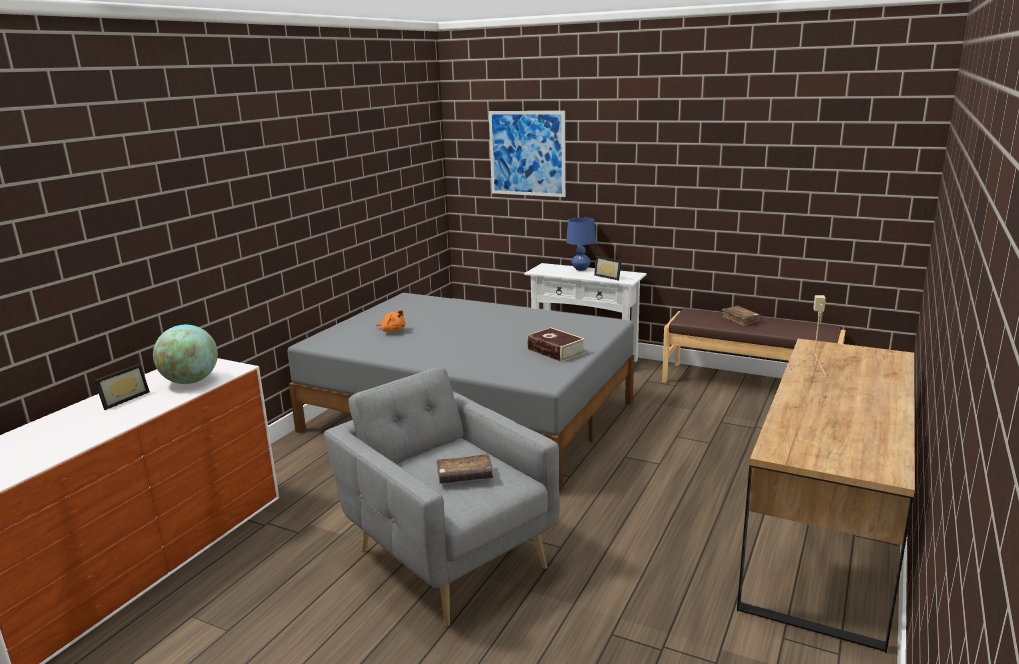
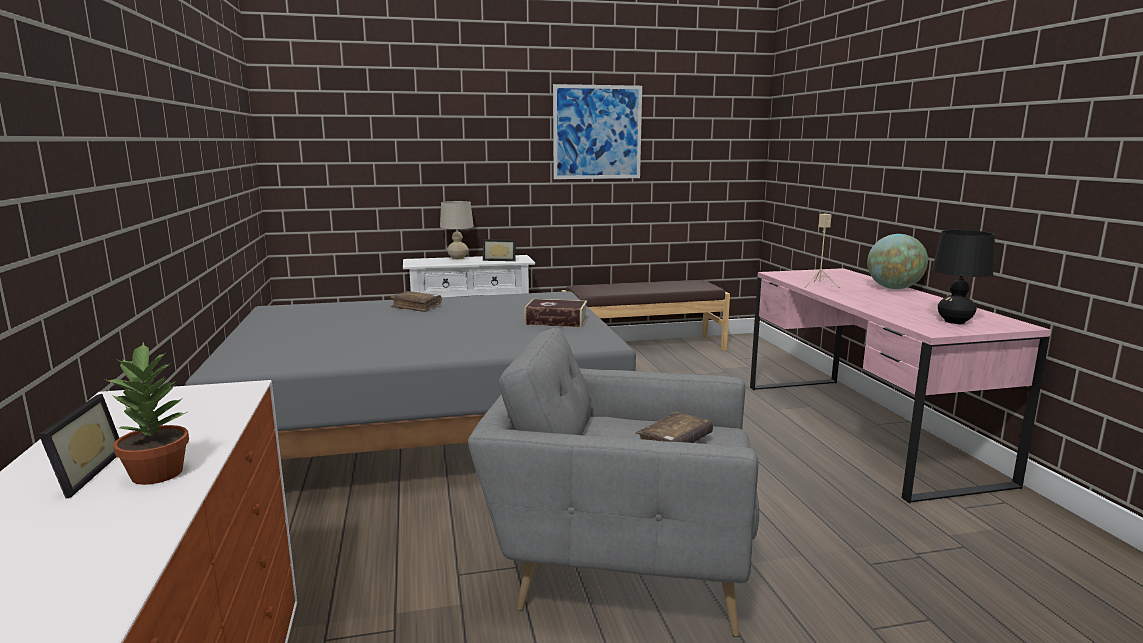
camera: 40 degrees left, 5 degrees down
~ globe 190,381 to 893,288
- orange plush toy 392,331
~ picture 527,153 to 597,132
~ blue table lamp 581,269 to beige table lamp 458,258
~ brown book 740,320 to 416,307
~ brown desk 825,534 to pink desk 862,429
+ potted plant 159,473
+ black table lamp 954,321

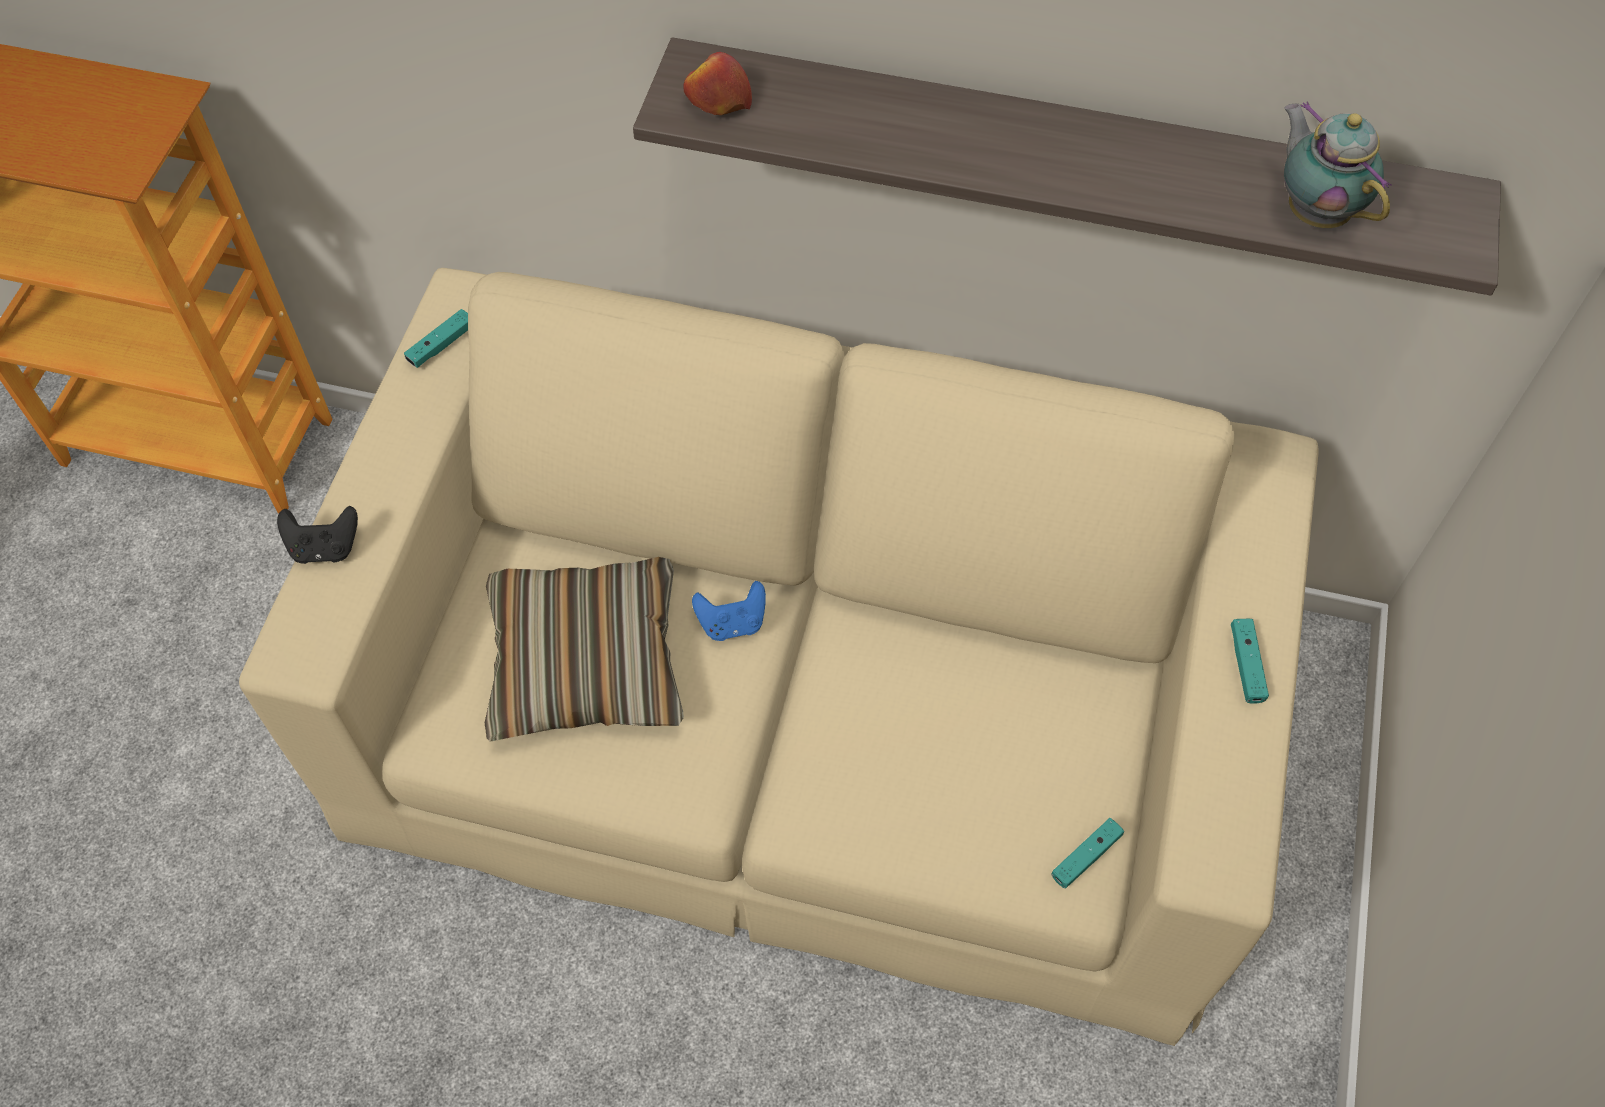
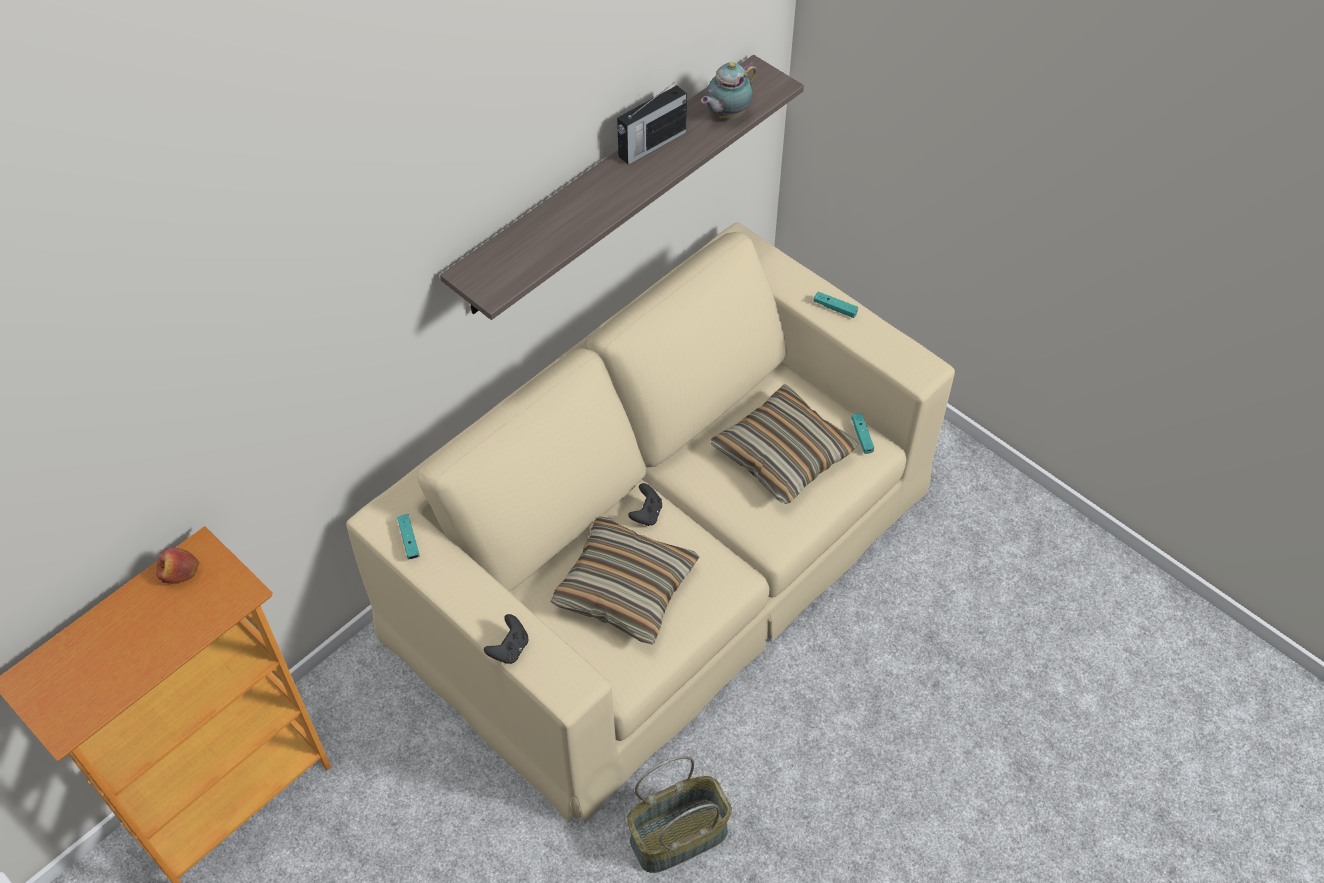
camera: 60 degrees left, 5 degrees down
~ apple 717,100 to 179,572
~ blue game controller 732,623 to black game controller 646,514
~ teapot 1314,211 = 727,115 45 degrees counterclockwise
+ radio 651,144
+ basket 678,834
+ pillow 783,454

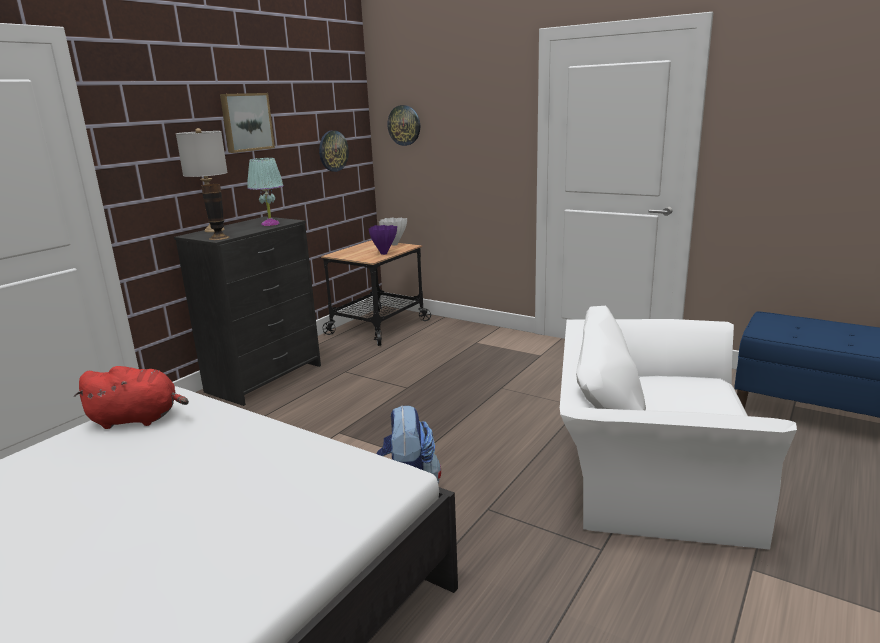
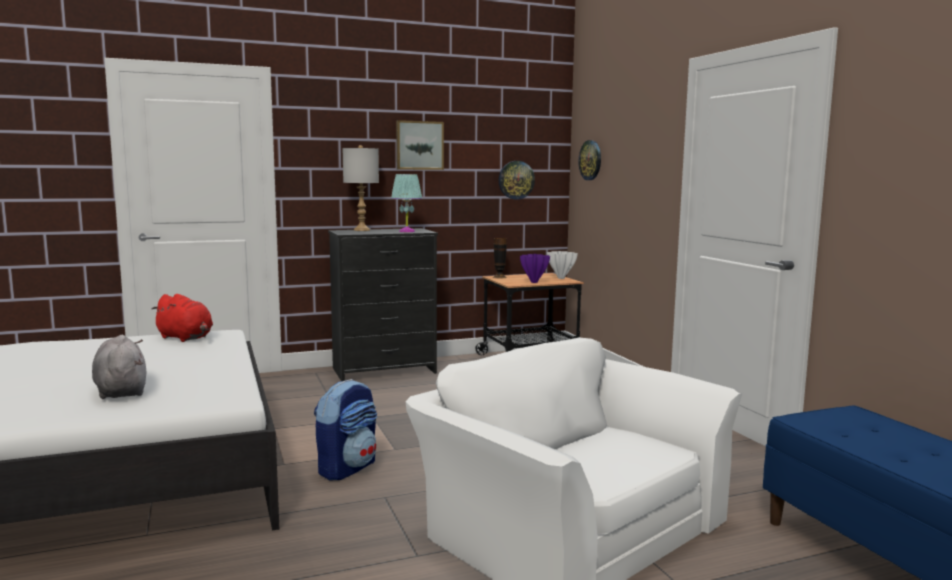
camera: 35 degrees right, 10 degrees down
~ vase 219,237 to 499,277
+ grey plush toy 121,391

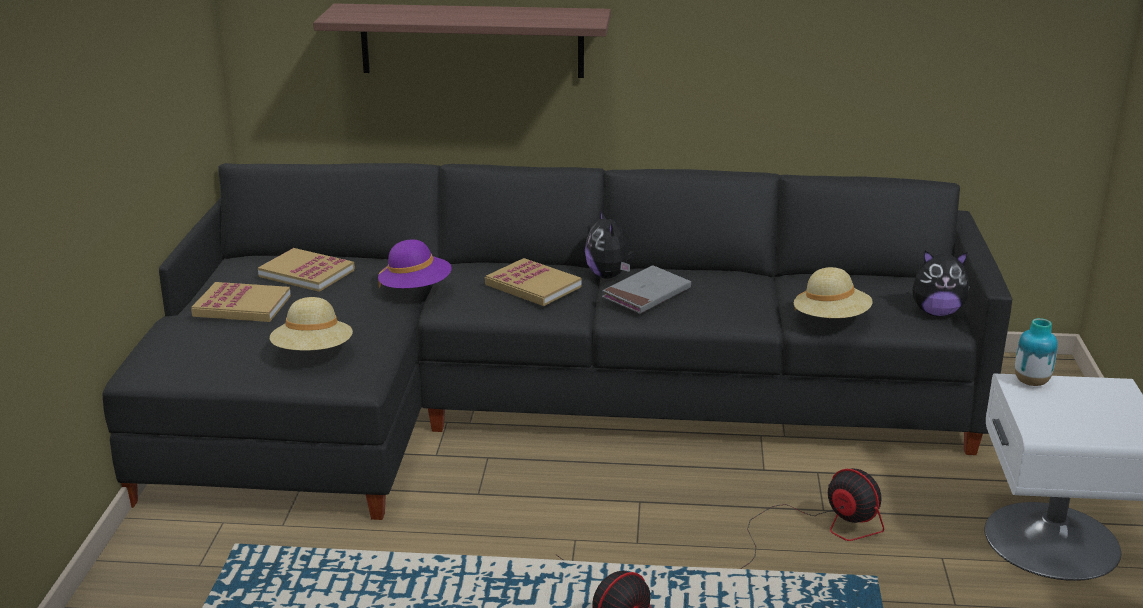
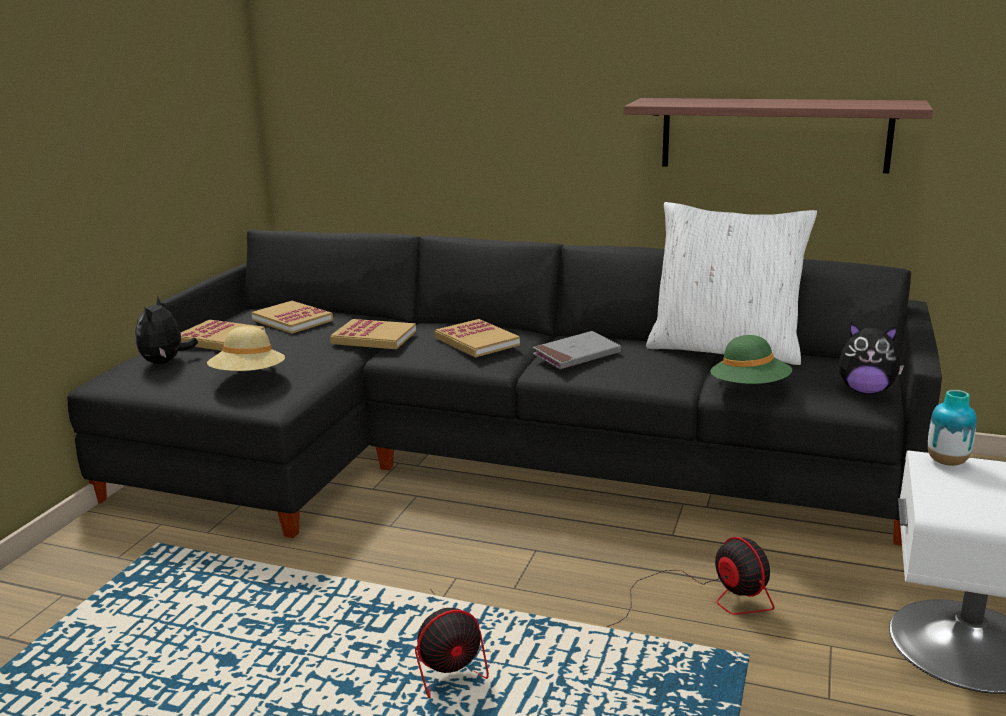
camera: 15 degrees right, 5 degrees down
~ shelf 472,40 to 774,134
~ purple hat 416,289 to book 374,338
~ plush toy 609,275 to 165,362
~ beige hat 831,320 to green hat 749,389
+ white pillow 725,348

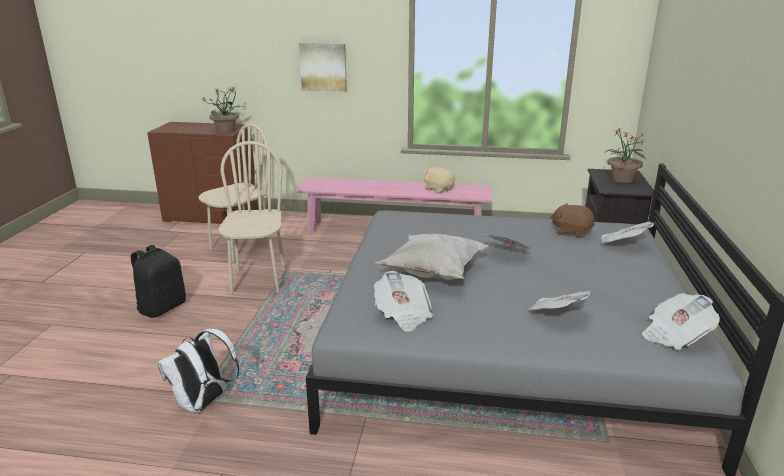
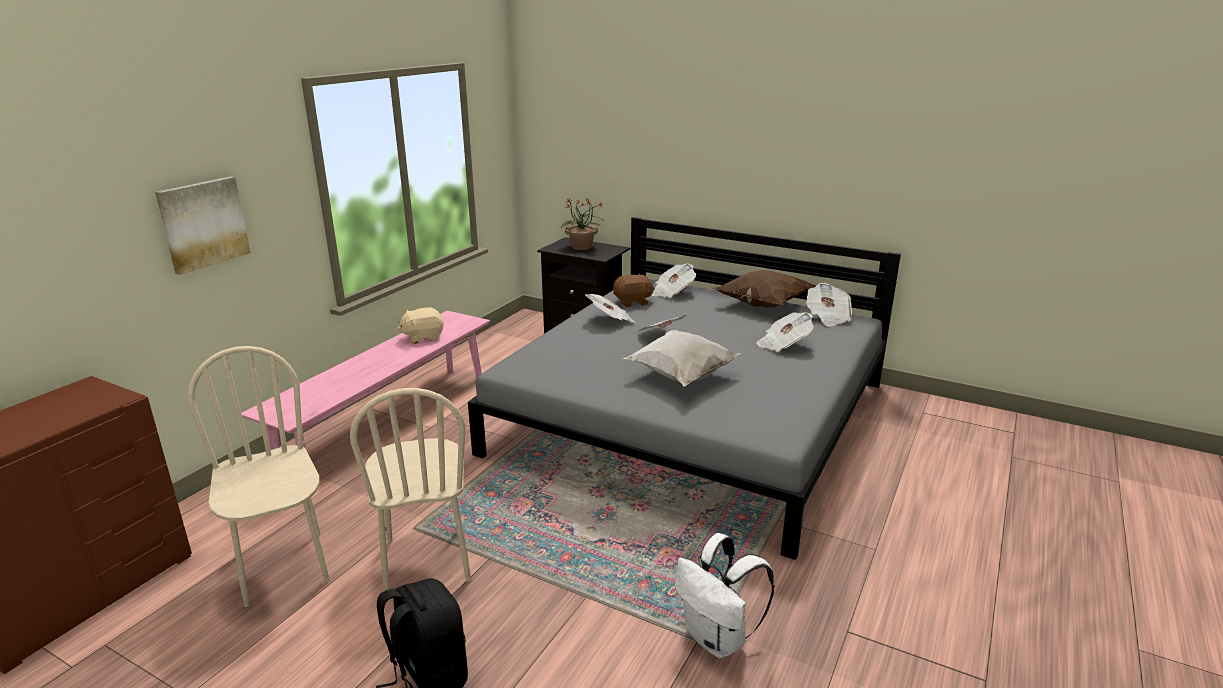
camera: 70 degrees left, 0 degrees up
- potted plant 226,131
~ beige chair 258,281 = 426,560 120 degrees counterclockwise
~ newspaper 403,315 to 611,320
~ brown plush toy 571,232 = 633,302 150 degrees counterclockwise
+ brown pillow 762,305

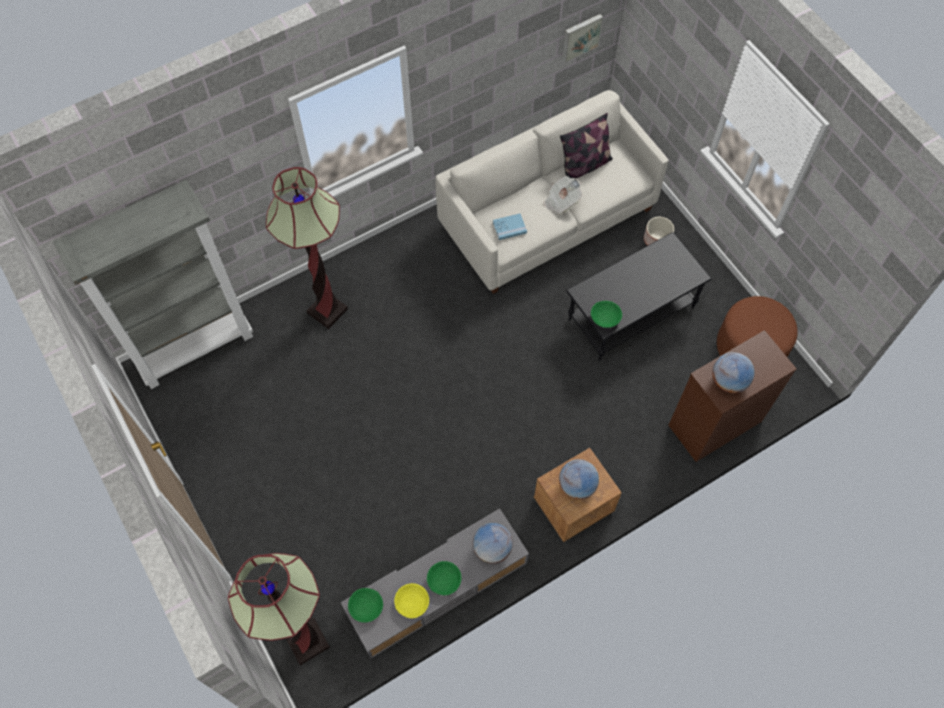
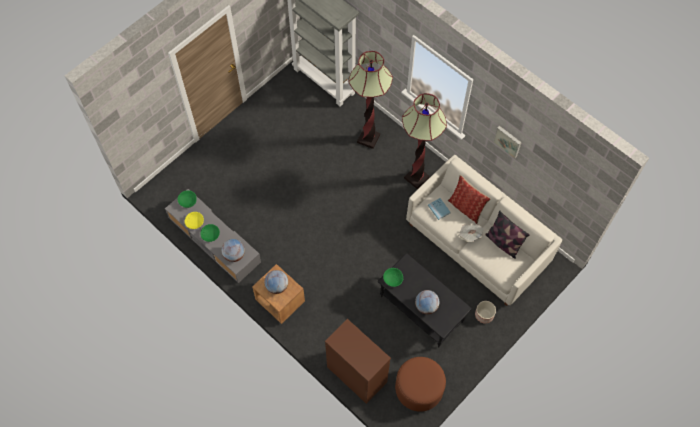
camera: 75 degrees right, 0 degrees up
~ floor lamp 307,641 to 416,178
~ picture 580,37 to 508,141
~ globe 728,381 to 426,306
+ pillow 466,208

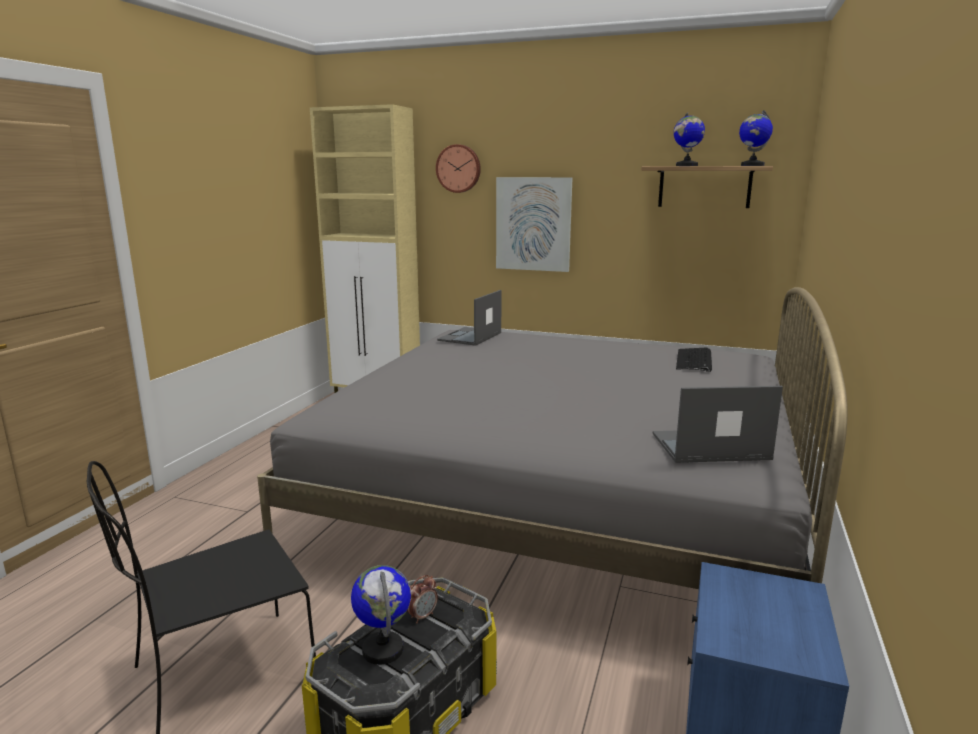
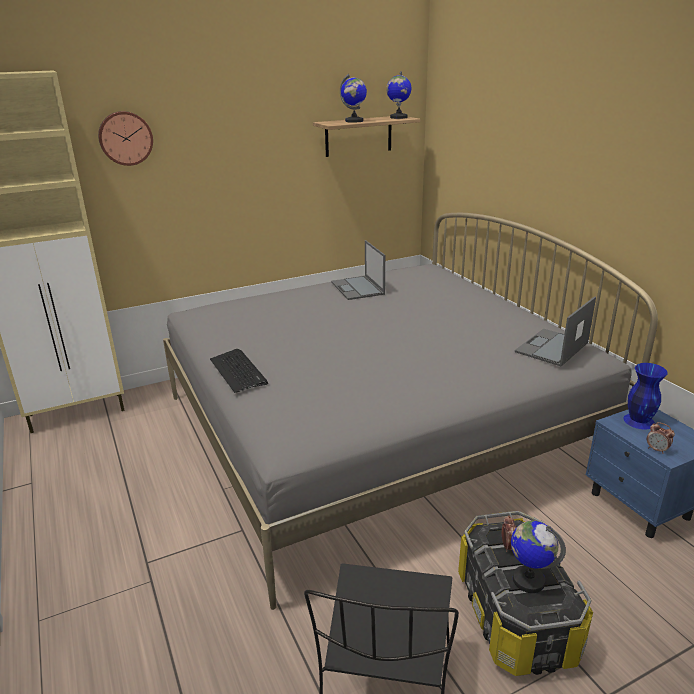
camera: 45 degrees left, 10 degrees up
~ laptop 470,337 to 358,288
- picture 533,224
~ keyboard 694,360 to 238,371
+ blue vase 638,420
+ alarm clock 657,450

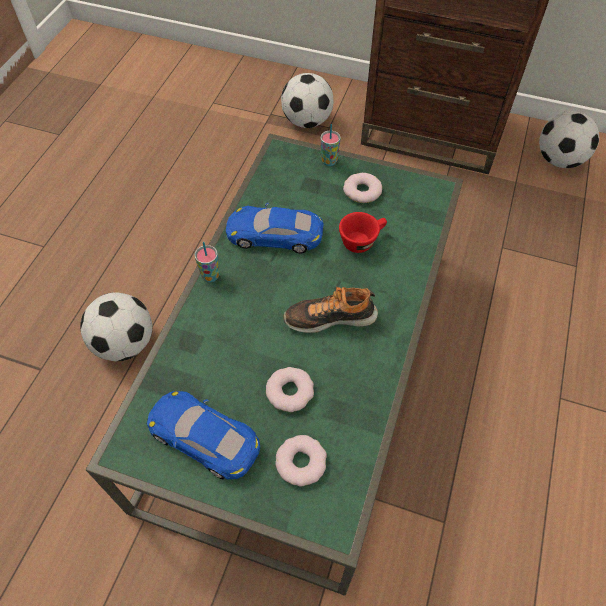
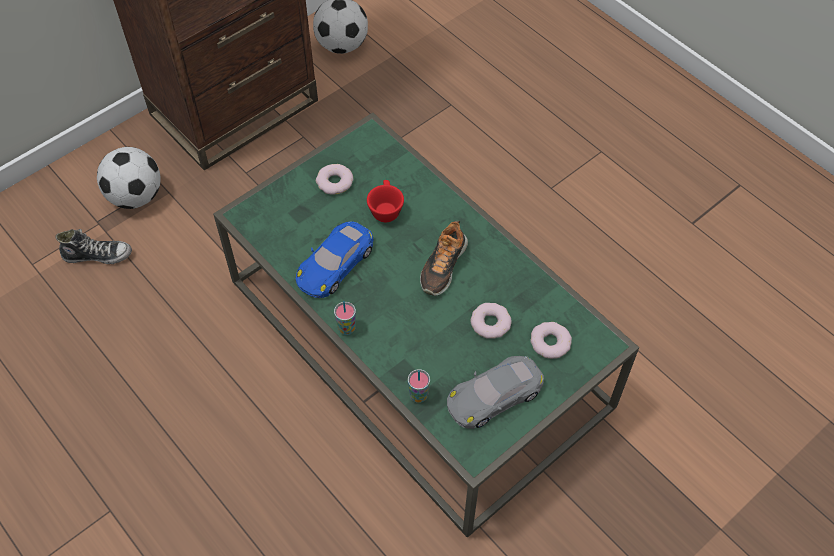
camera: 60 degrees left, 0 degrees up
- football 125,343
~ blue toy car 204,437 to grey toy car 494,395
~ cup 329,161 to 418,396
+ shoe 98,255

